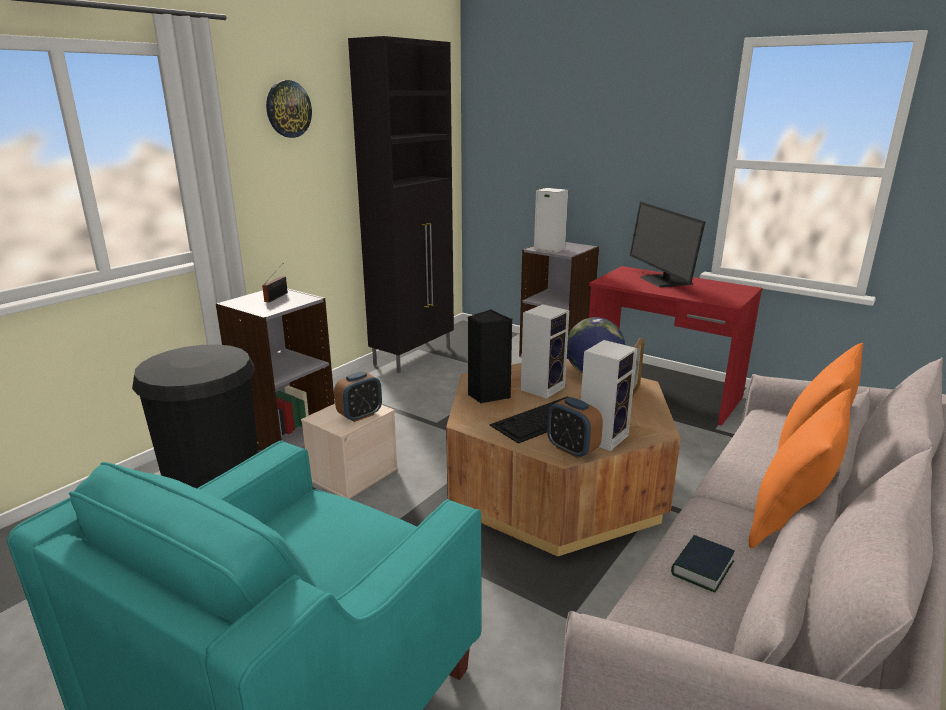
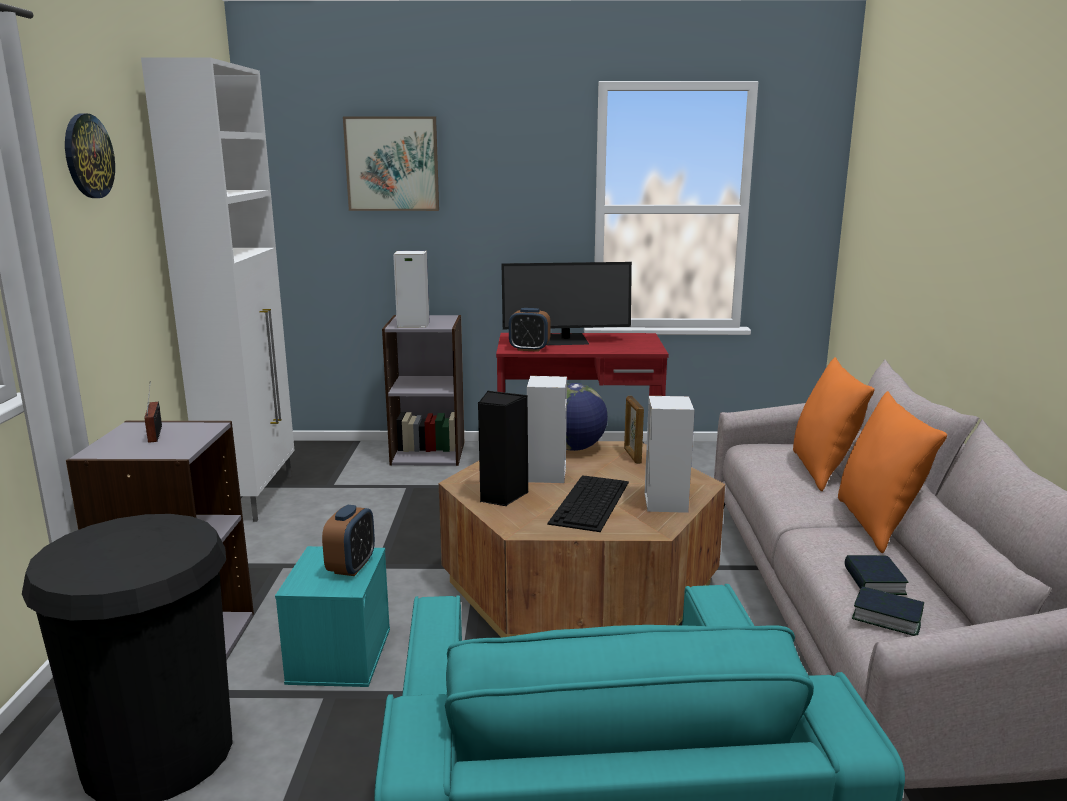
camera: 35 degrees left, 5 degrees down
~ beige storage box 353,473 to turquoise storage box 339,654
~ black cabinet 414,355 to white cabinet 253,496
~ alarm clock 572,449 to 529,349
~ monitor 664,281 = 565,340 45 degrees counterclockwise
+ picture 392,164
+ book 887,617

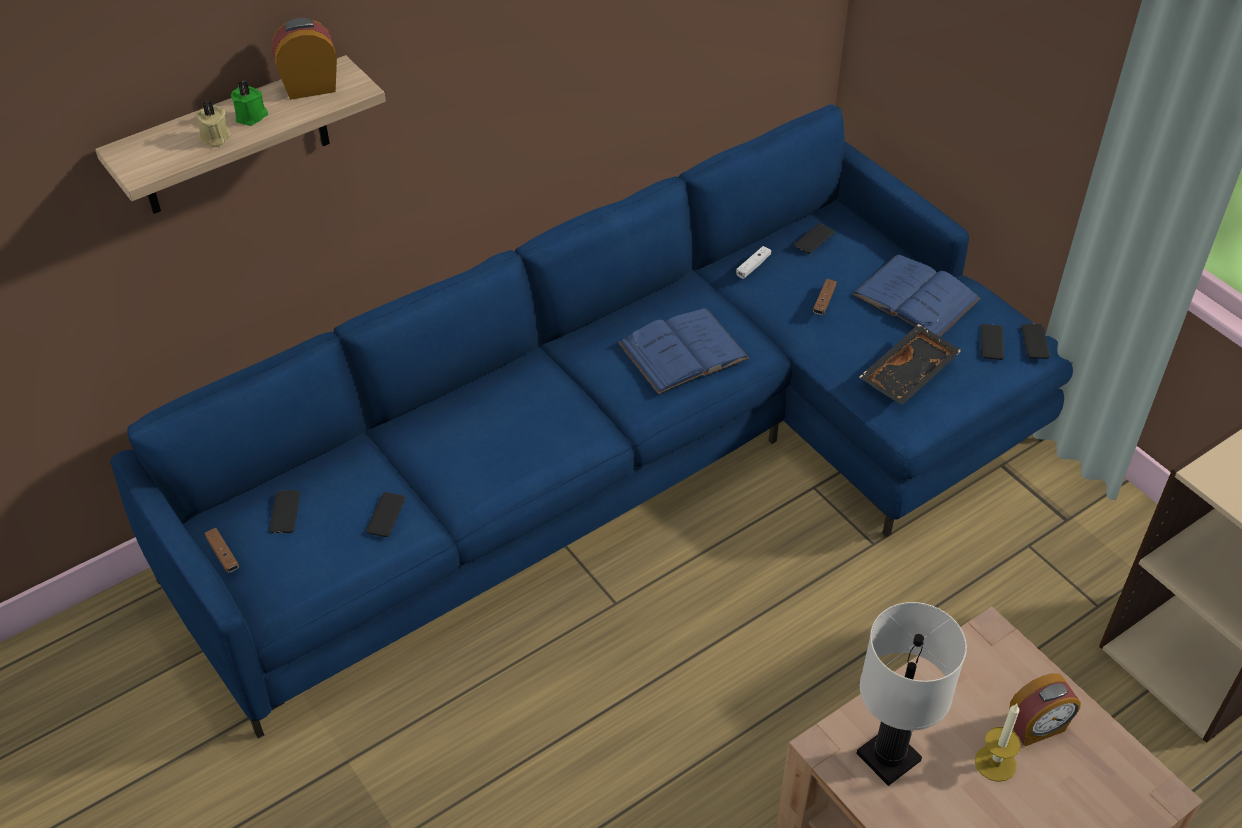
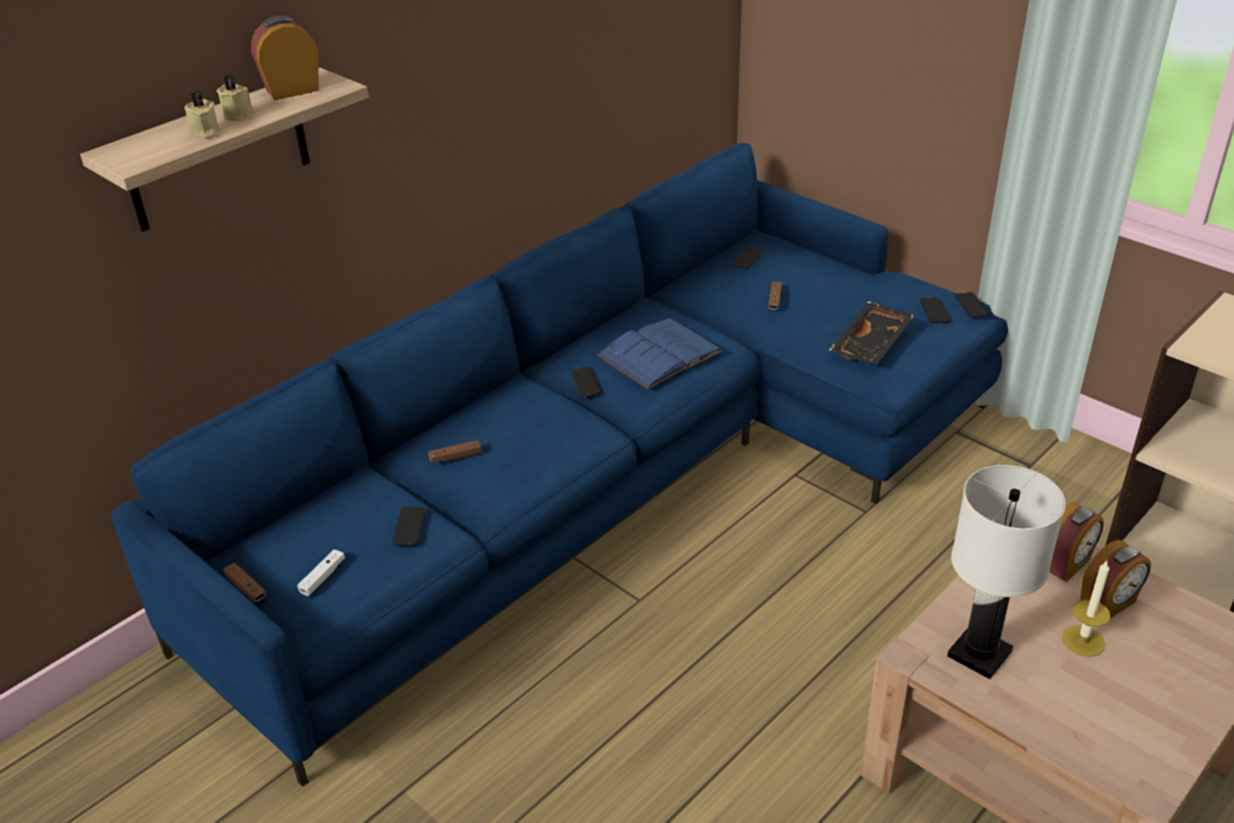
camera: 10 degrees left, 10 degrees down
~ green candle 252,116 to beige candle 239,115
~ phone 285,512 to 585,382
~ white game controller 753,266 to 323,577
- blue book 916,296
+ brown game controller 455,457
+ alarm clock 1066,564

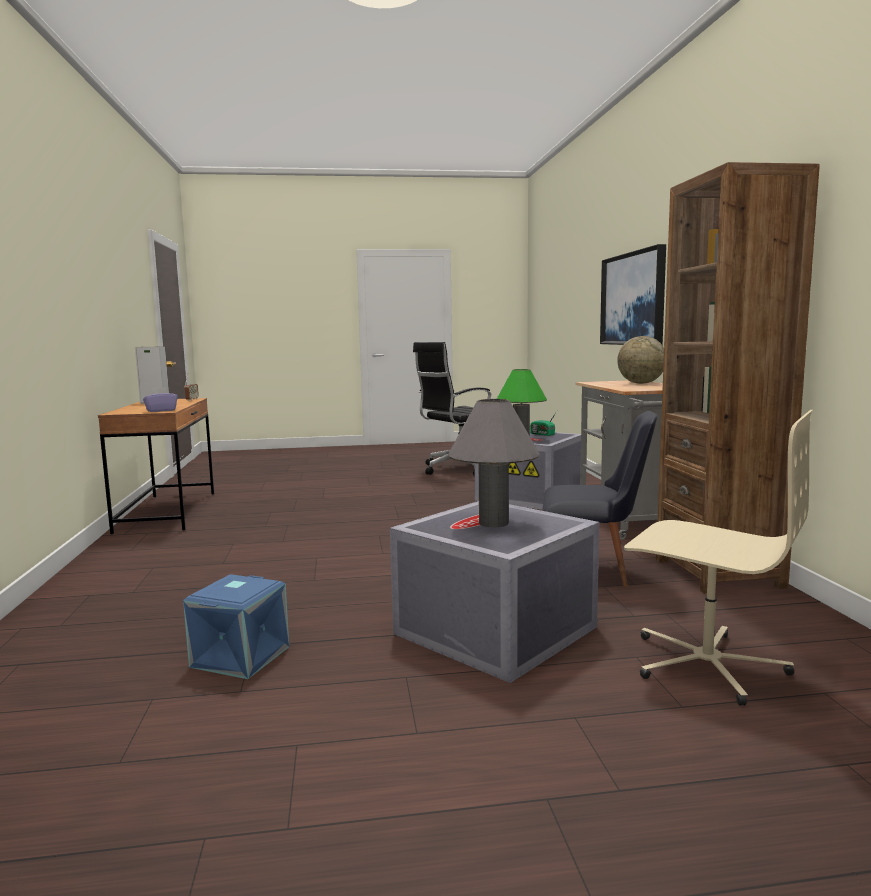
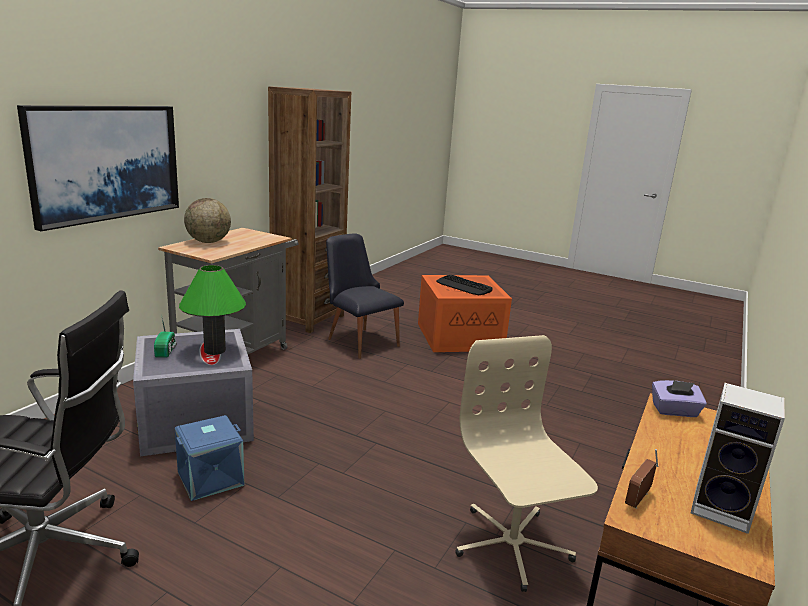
camera: 145 degrees left, 10 degrees up
~ blue storage box 241,657 to 210,477
~ grey storage box 495,632 to orange storage box 460,336
~ grey table lamp 493,523 to keyboard 464,286
~ beige office chair 706,664 to 511,545

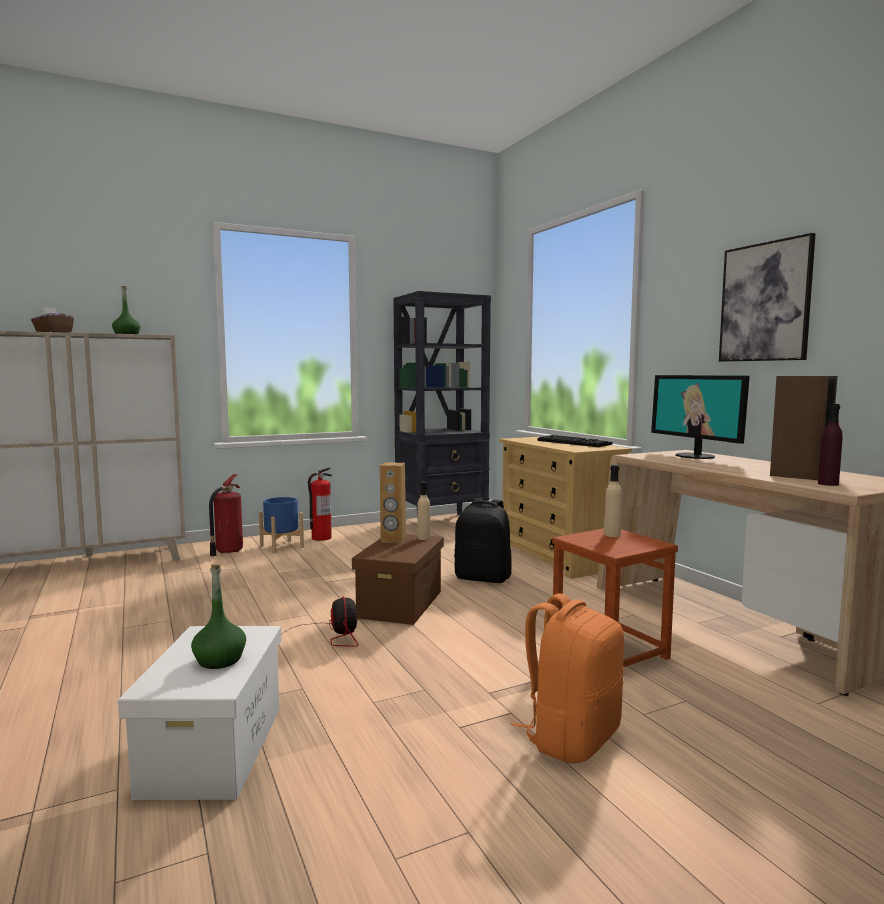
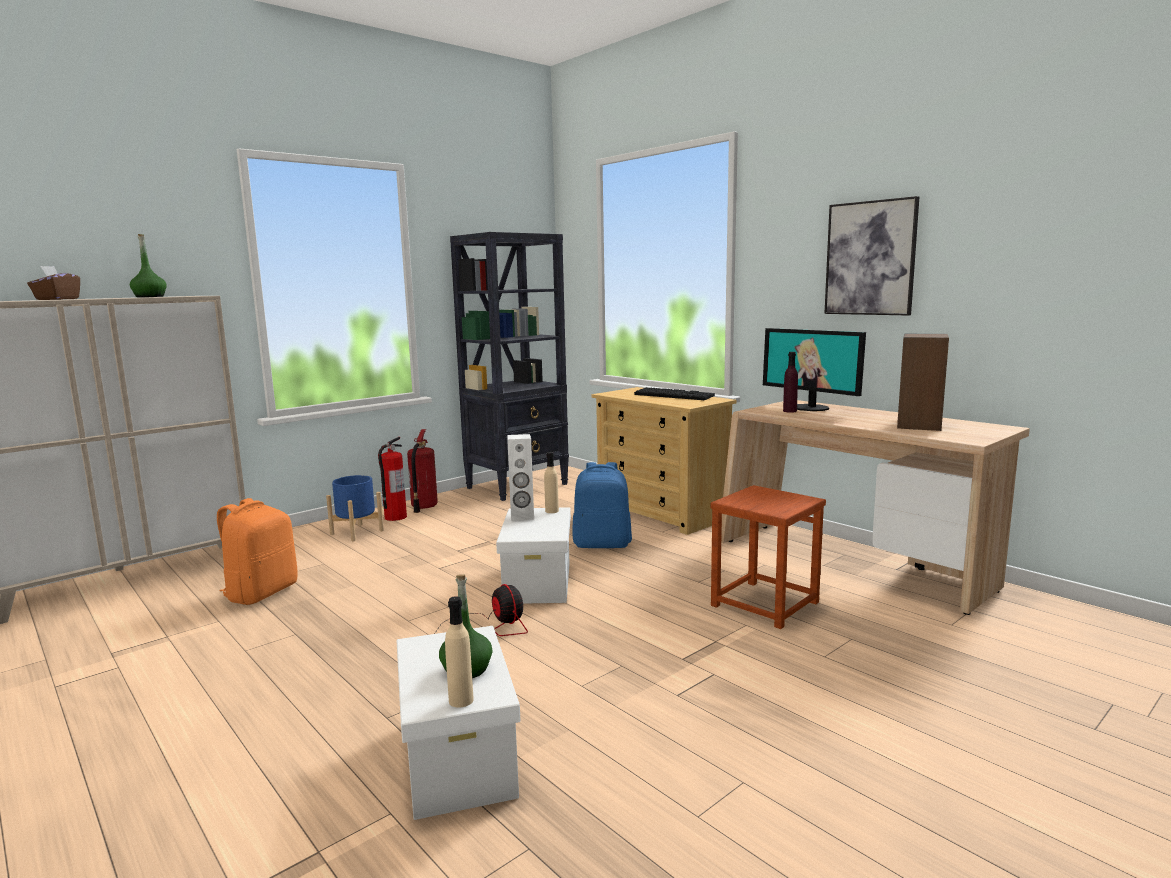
camera: 15 degrees left, 5 degrees up
~ fire extinguisher 227,551 to 423,507
~ brown storage box 400,603 to white storage box 537,582
~ brown speaker 393,540 to white speaker 522,517
~ black backpack 483,578 to blue backpack 602,544
~ orange backpack 571,737 to 261,592
~ beige bottle 612,535 to 461,700
~ purple bottle 828,484 to 789,411

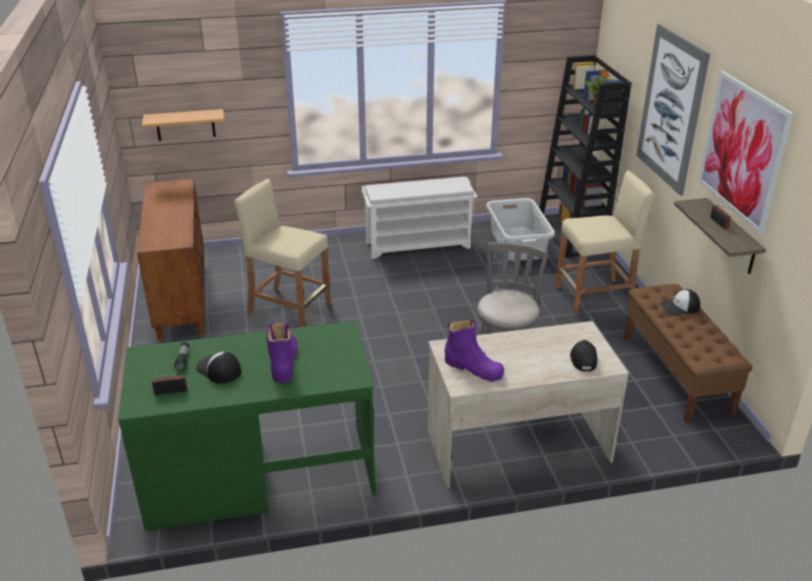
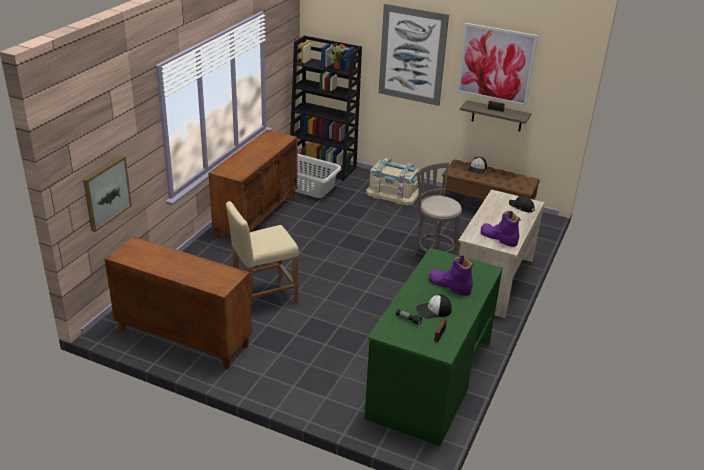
camera: 55 degrees left, 0 degrees up
~ shelf 185,125 to picture 106,193
~ white shoe rack 419,244 to brown cabinet 256,217
~ purple boot 473,368 = 498,238 120 degrees counterclockwise
~ beige stool 595,296 to beige storage box 393,193

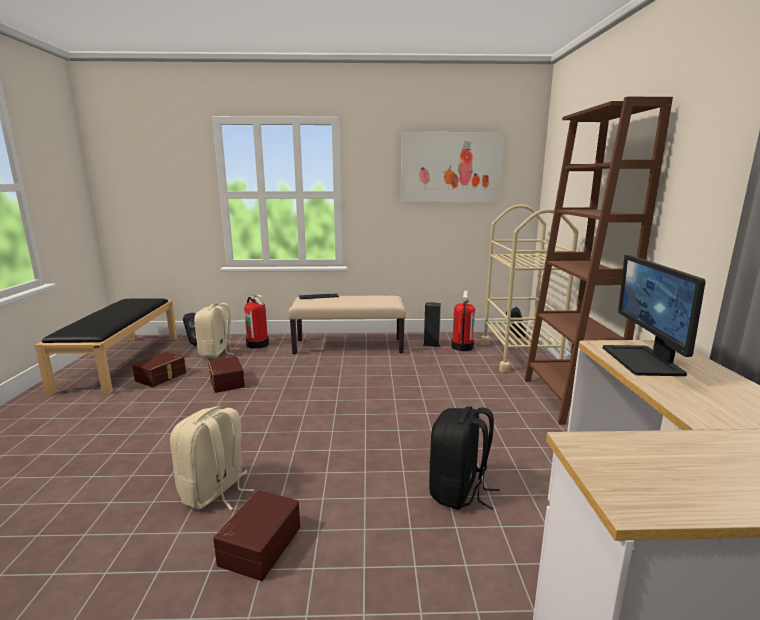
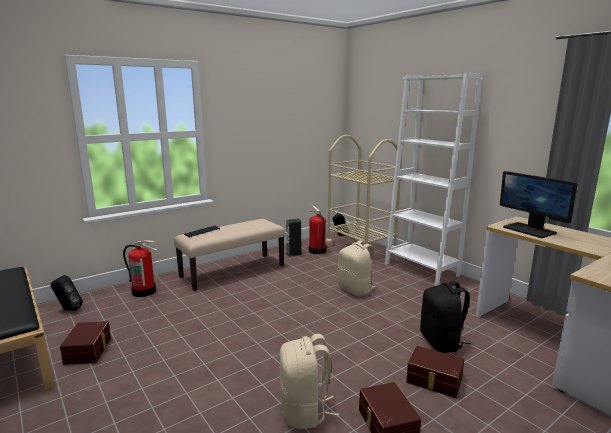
camera: 35 degrees left, 0 degrees up
~ beige backpack 216,352 to 355,290
~ brown storage box 225,382 to 434,381
- picture 450,167
~ brown bookcase 567,400 to white bookcase 421,269

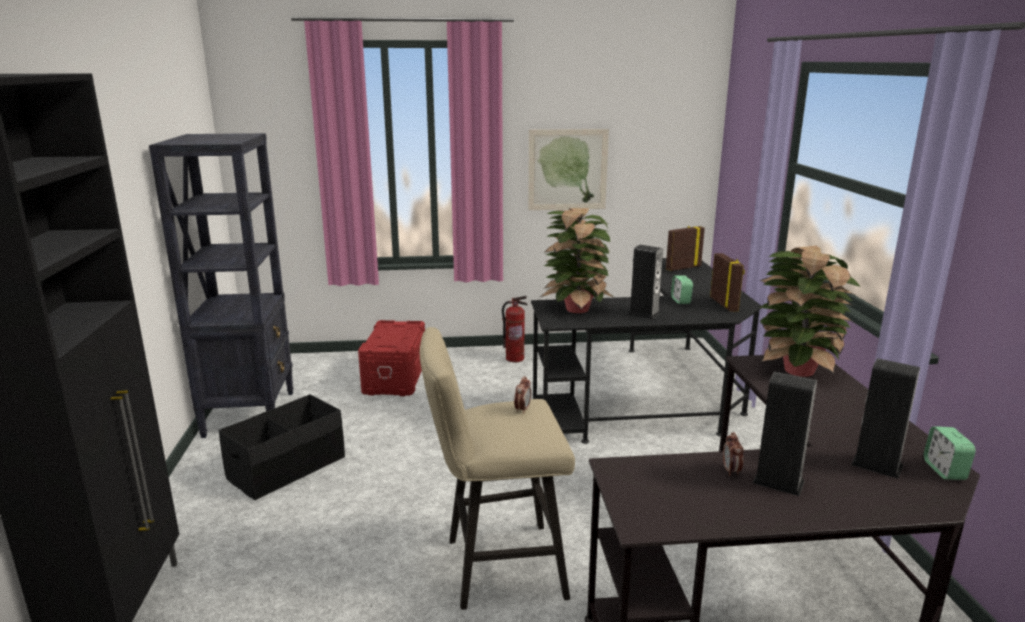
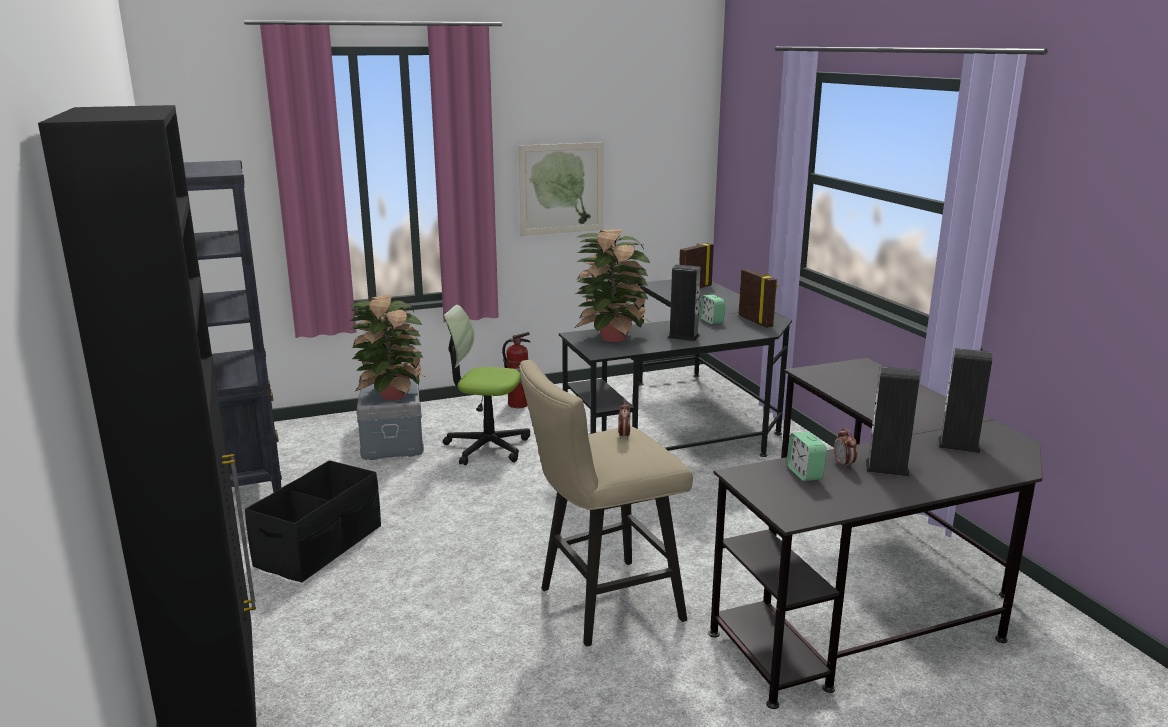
camera: 15 degrees left, 0 degrees up
~ red storage box 396,378 to grey storage box 393,438
~ potted plant 796,369 to 392,395
~ alarm clock 944,470 to 804,473
+ office chair 487,447

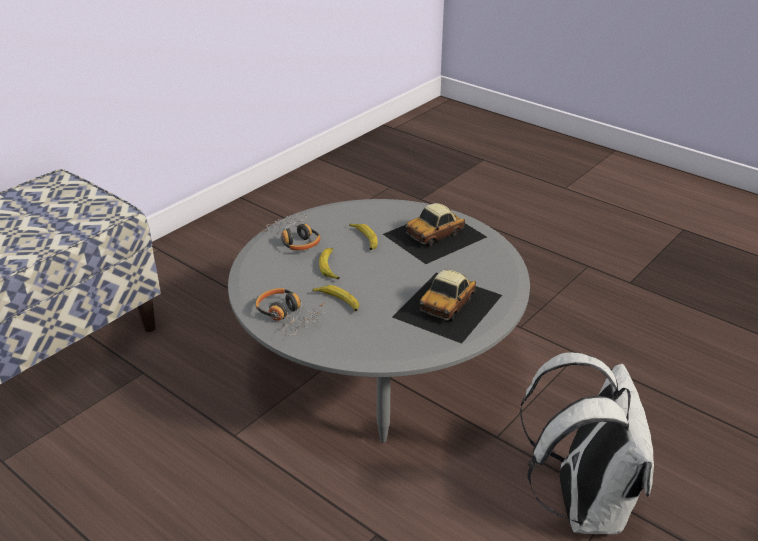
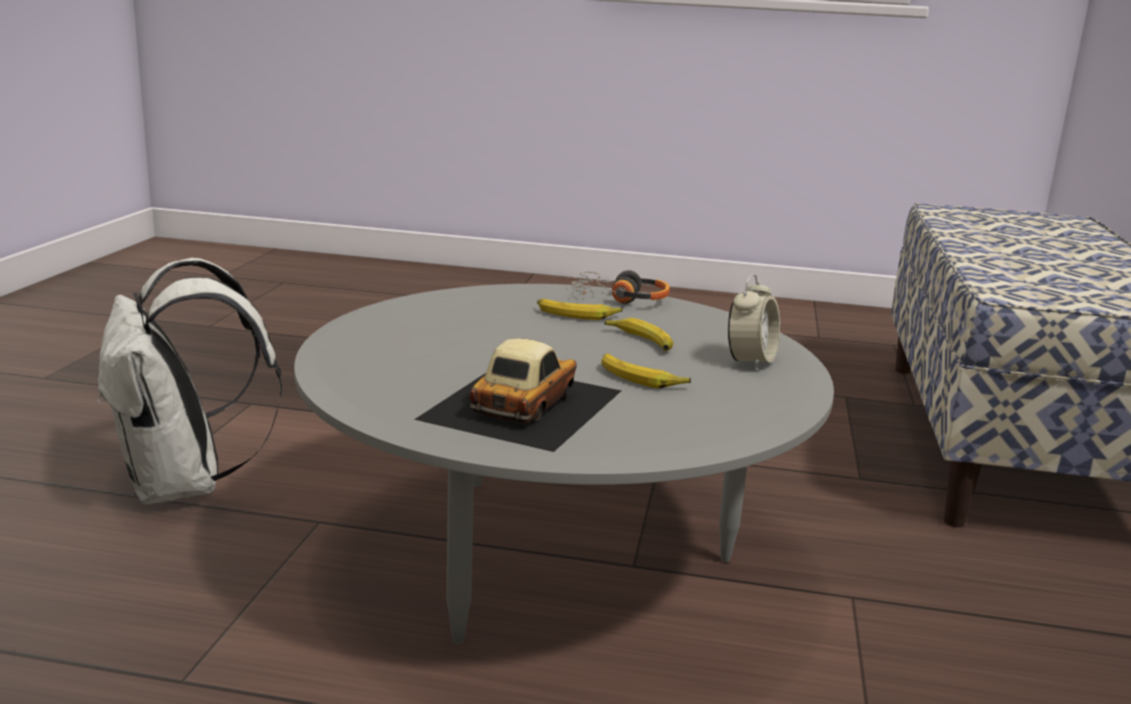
camera: 150 degrees right, 15 degrees down
~ headphones 295,239 to alarm clock 750,361
- toy car 448,305

